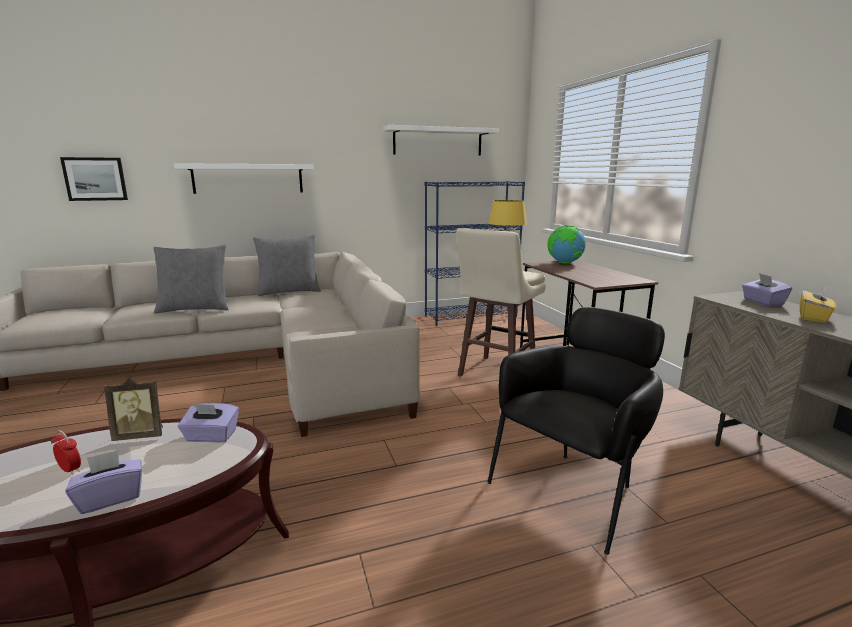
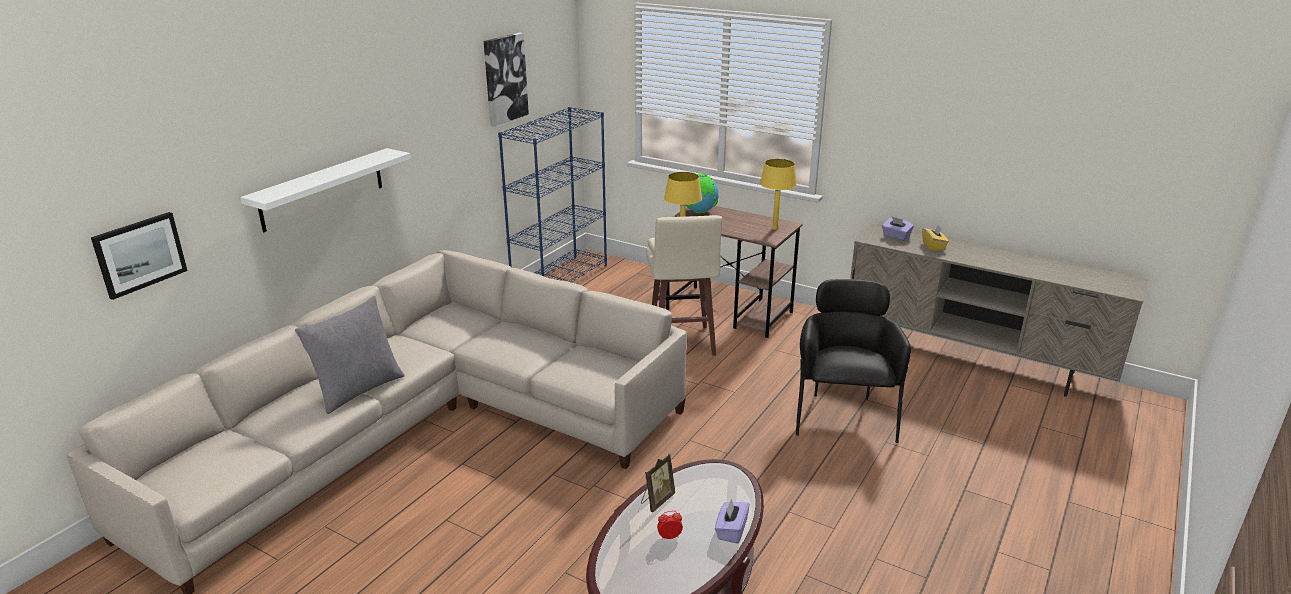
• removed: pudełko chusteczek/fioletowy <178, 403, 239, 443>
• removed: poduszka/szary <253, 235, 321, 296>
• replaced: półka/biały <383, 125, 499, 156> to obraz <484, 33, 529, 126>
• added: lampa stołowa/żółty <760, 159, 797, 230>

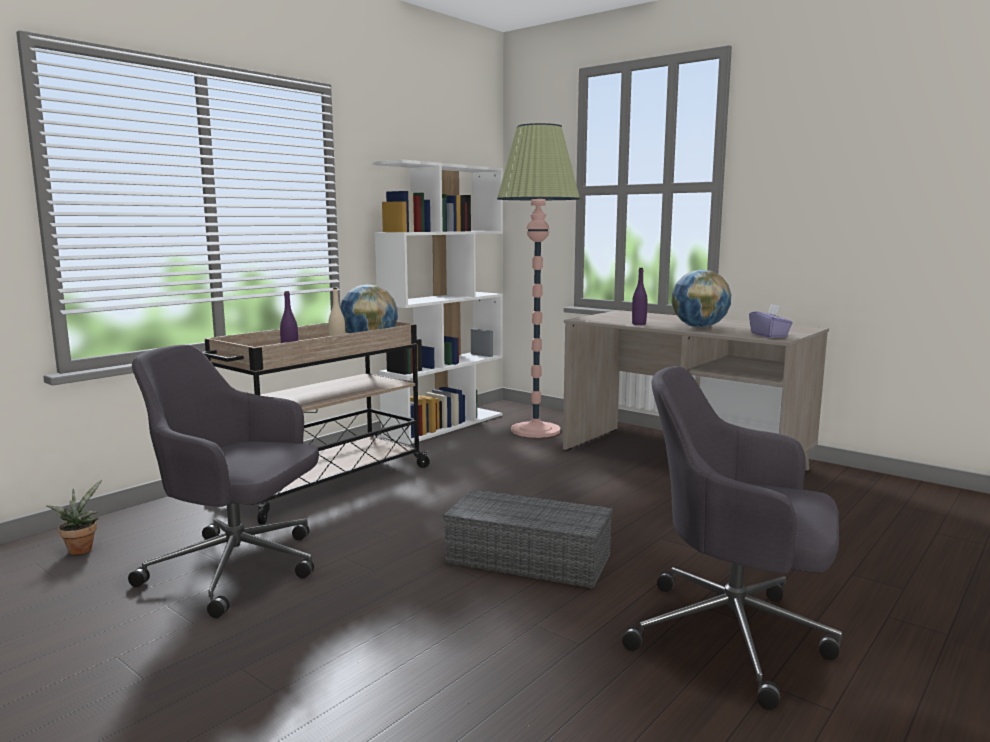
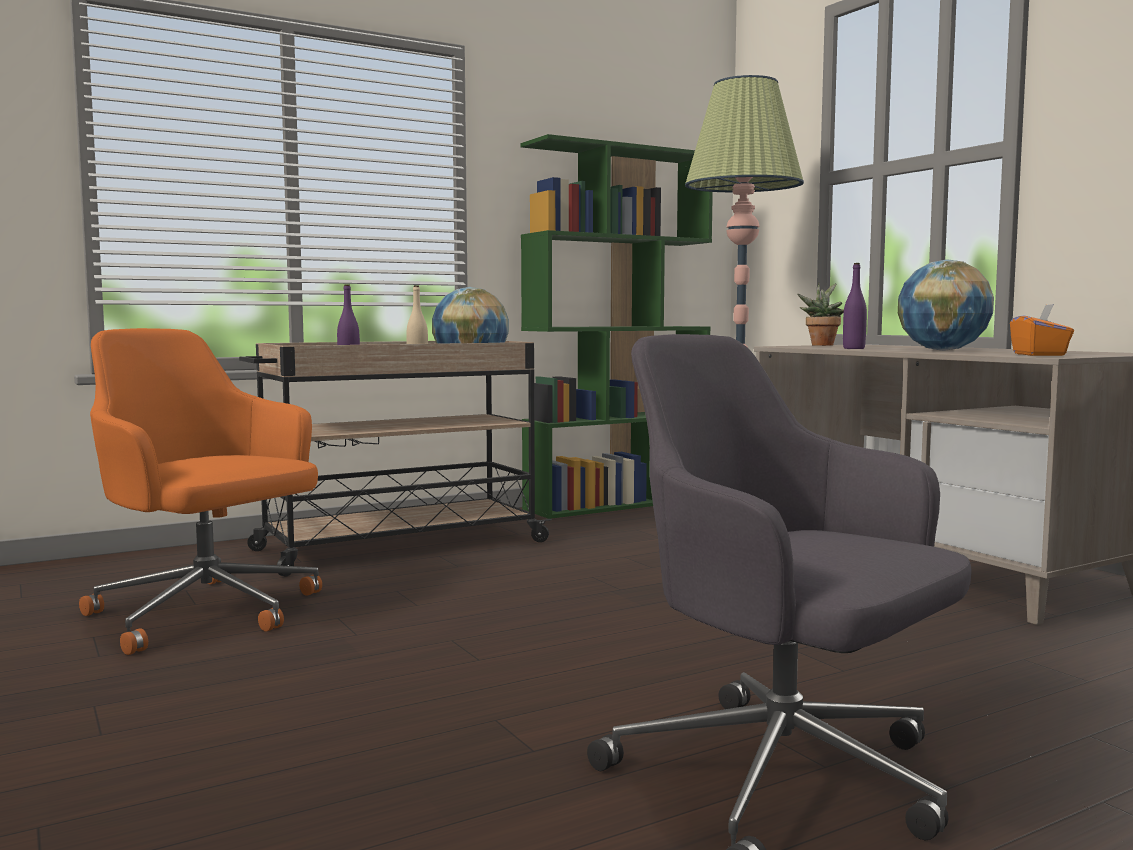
• moved: roślina doniczkowa <46, 480, 102, 555> to <797, 283, 844, 346>
• recoloured: krzesło biurowe/szary <128, 345, 319, 618> to krzesło biurowe/pomarańczowy <79, 328, 322, 655>
• recoloured: regał/biały <372, 160, 503, 445> to regał/zielony <520, 134, 713, 519>
• removed: pojemnik do przechowywania/szary <443, 489, 613, 589>
• recoloured: pudełko chusteczek/fioletowy <749, 304, 793, 338> to pudełko chusteczek/pomarańczowy <1010, 304, 1074, 356>

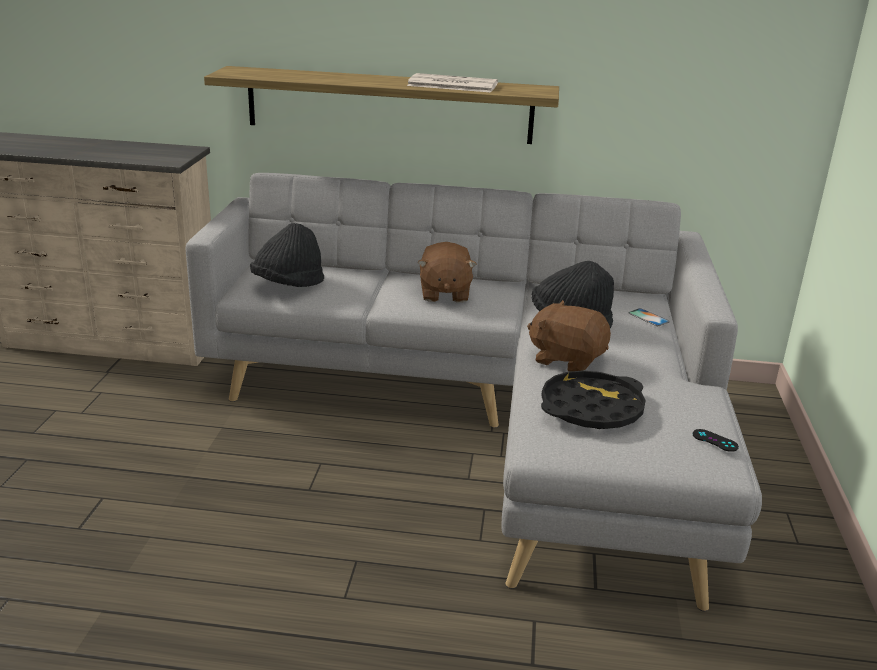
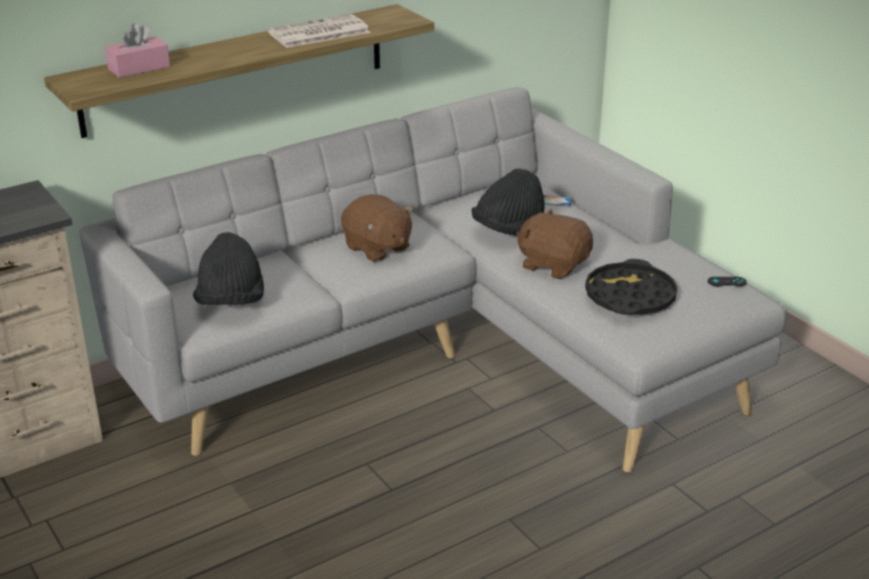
• turned: pluszak/brązowy <527, 300, 611, 372> = <517, 209, 593, 279> 45 degrees clockwise
• added: pudełko chusteczek/różowy <105, 23, 170, 78>

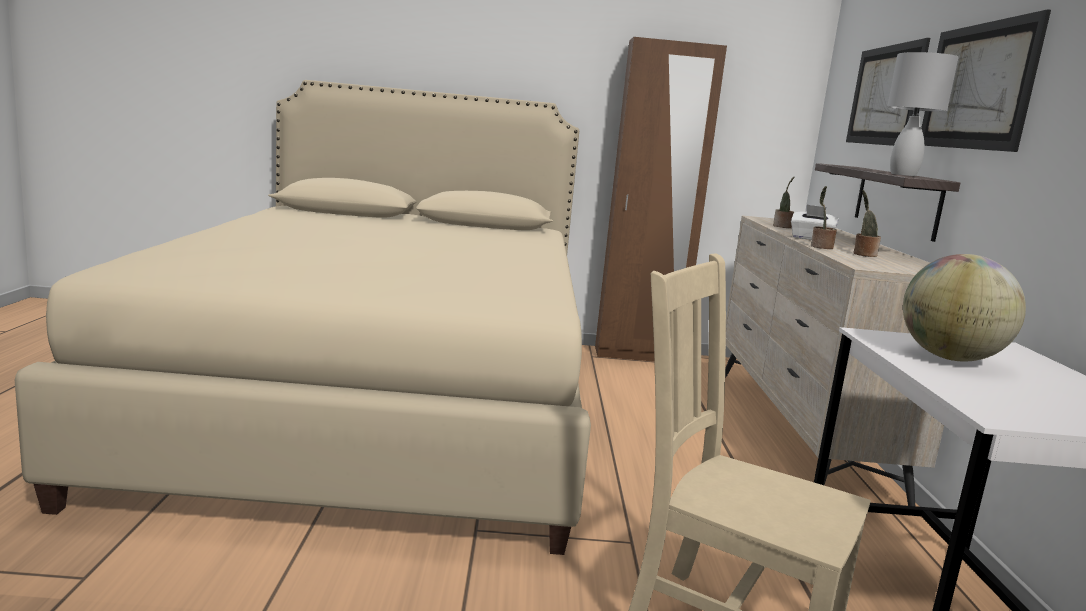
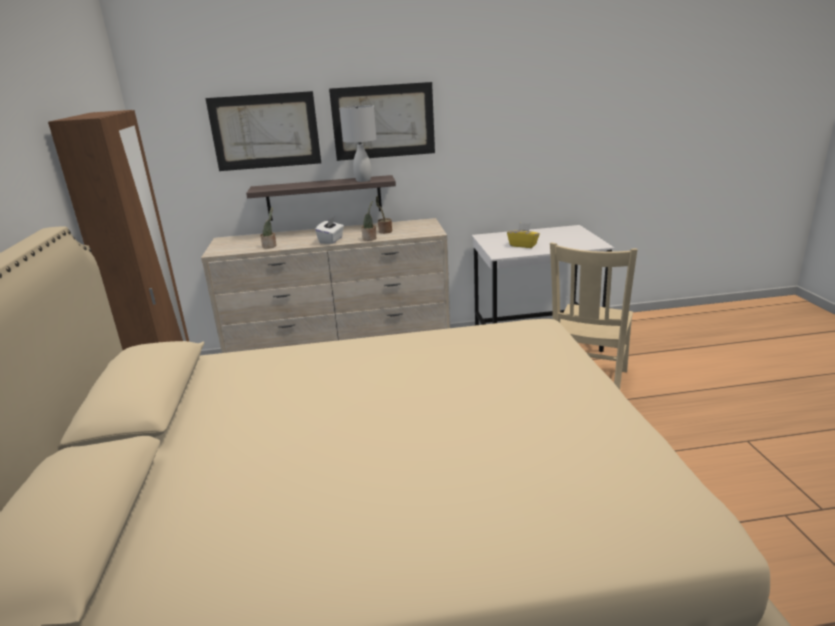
• replaced: globus <903, 254, 1026, 362> to pudełko chusteczek/żółty <507, 223, 540, 248>

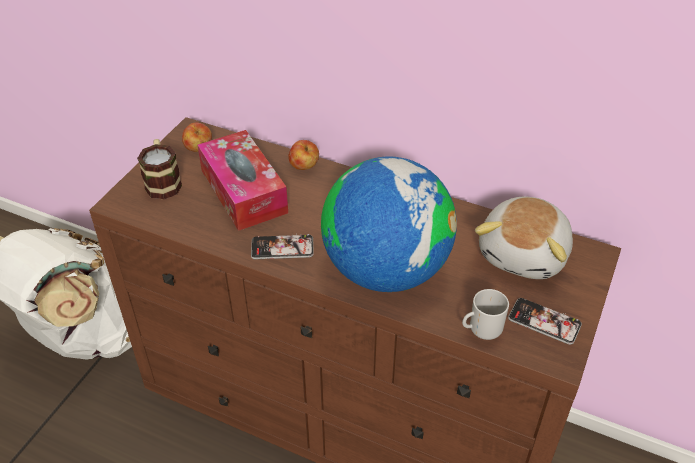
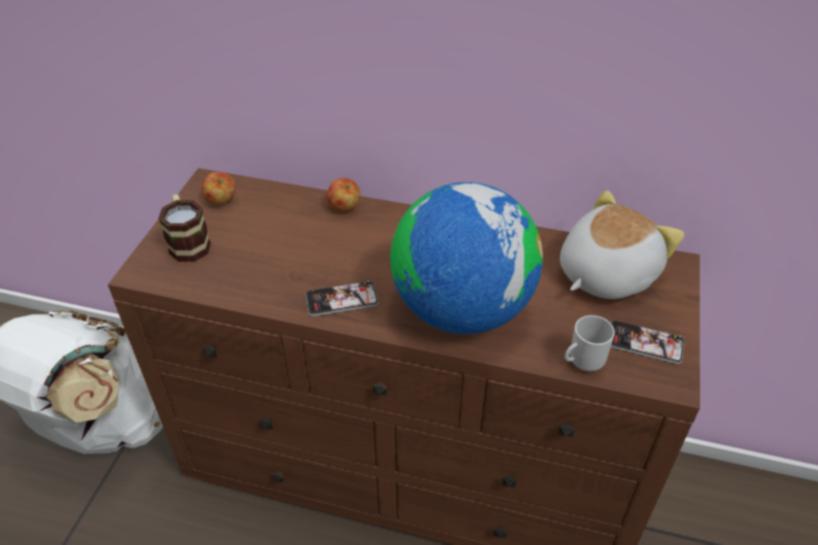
• removed: pudełko chusteczek <197, 130, 288, 231>
• turned: pluszak <475, 197, 573, 279> = <560, 190, 684, 299> 150 degrees counterclockwise

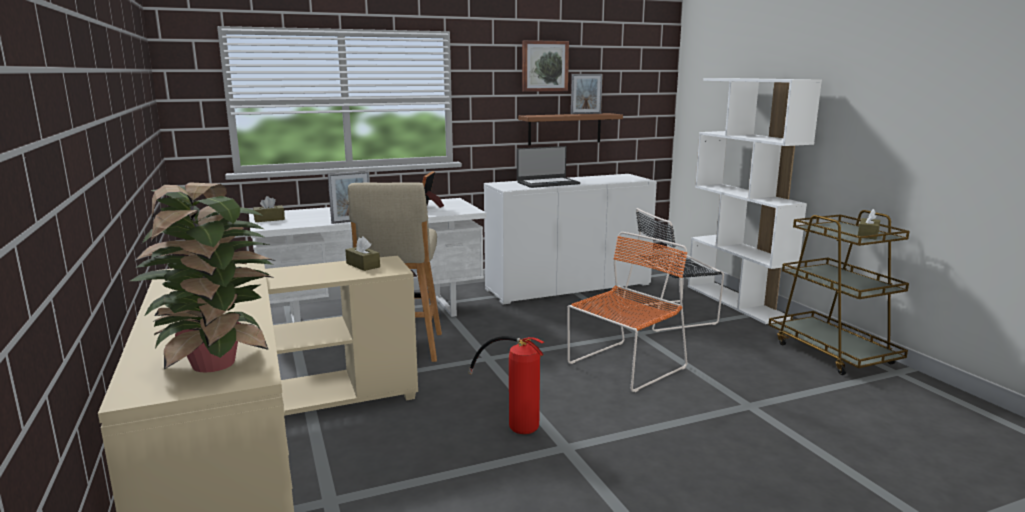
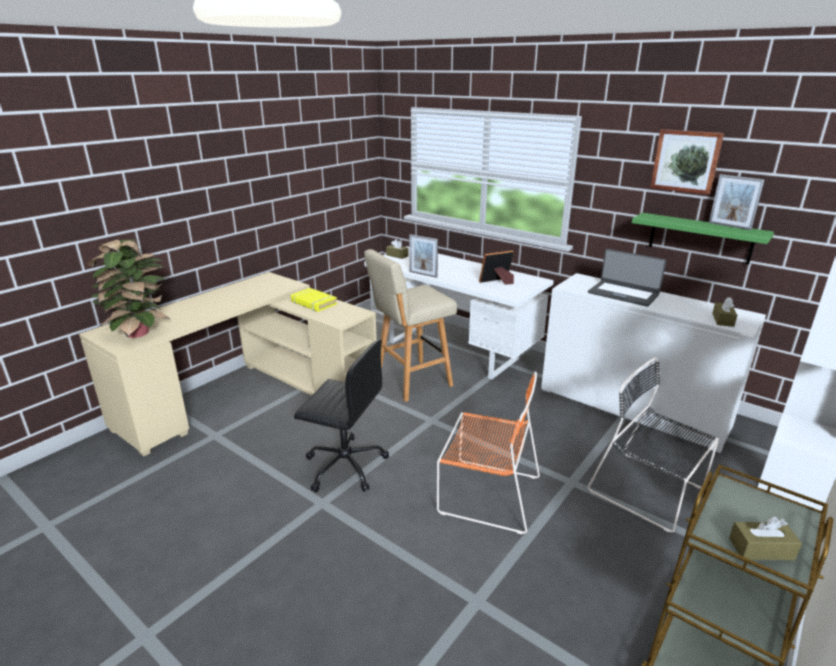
• moved: pudełko chusteczek/brązowy <345, 236, 380, 271> to <712, 297, 737, 327>
• replaced: gaśnica <468, 336, 544, 434> to krzesło biurowe/czarny <294, 340, 389, 492>
• recoloured: półka/brązowy <518, 113, 623, 145> to półka/zielony <632, 213, 774, 265>
• added: książka/żółty <291, 288, 337, 312>

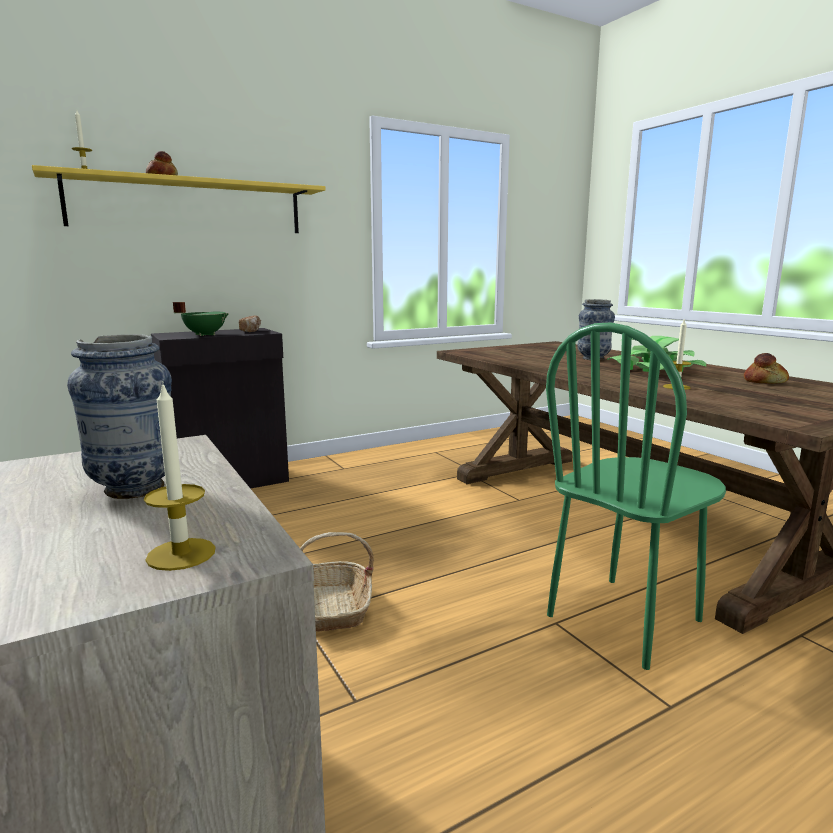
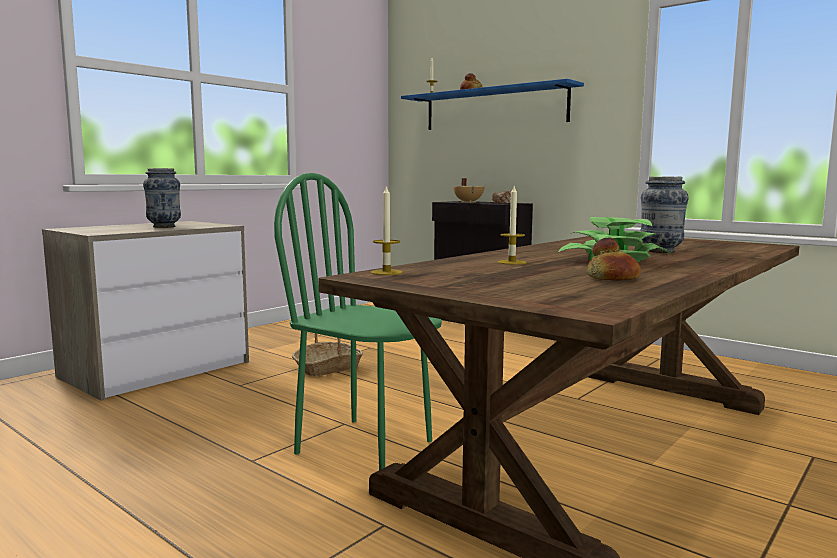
• recoloured: półka/żółty <32, 165, 326, 233> to półka/niebieski <401, 79, 584, 130>
• moved: świeca <144, 381, 215, 571> to <370, 185, 403, 275>
• recoloured: garnek/zielony <173, 302, 229, 336> to garnek/beżowy <453, 178, 485, 203>

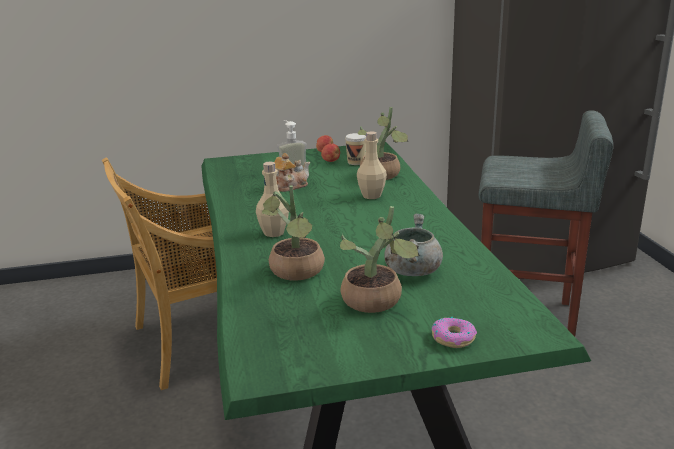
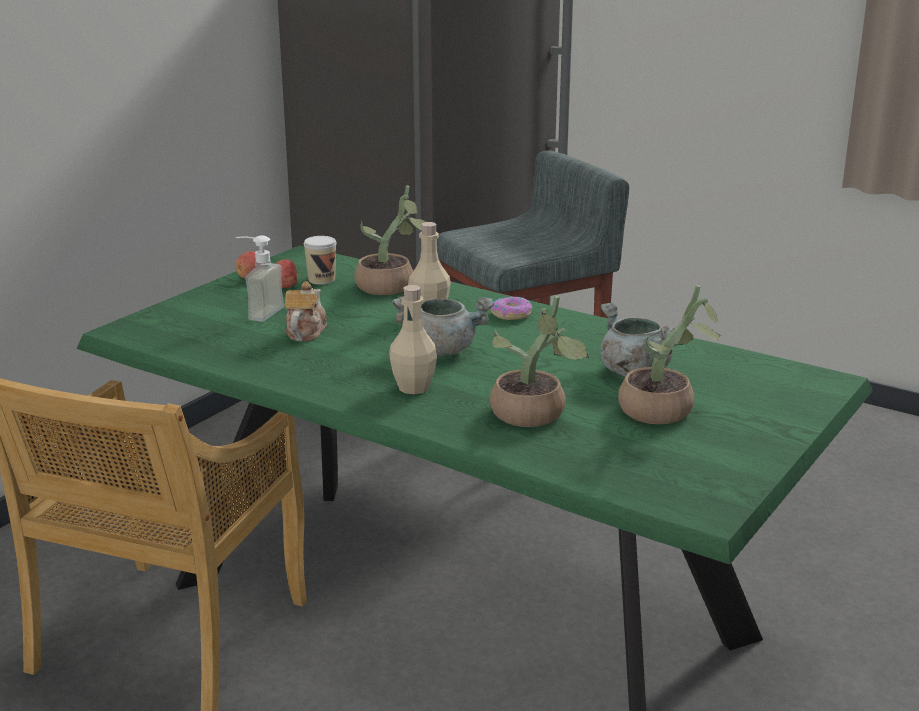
• moved: donut <432, 317, 477, 348> to <491, 297, 532, 320>
• added: garnek/szary <392, 297, 494, 356>

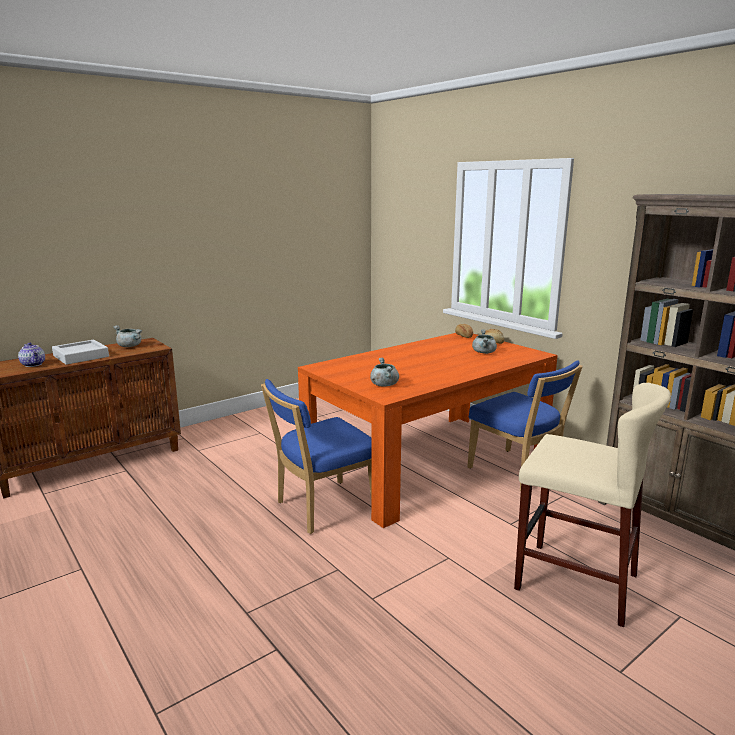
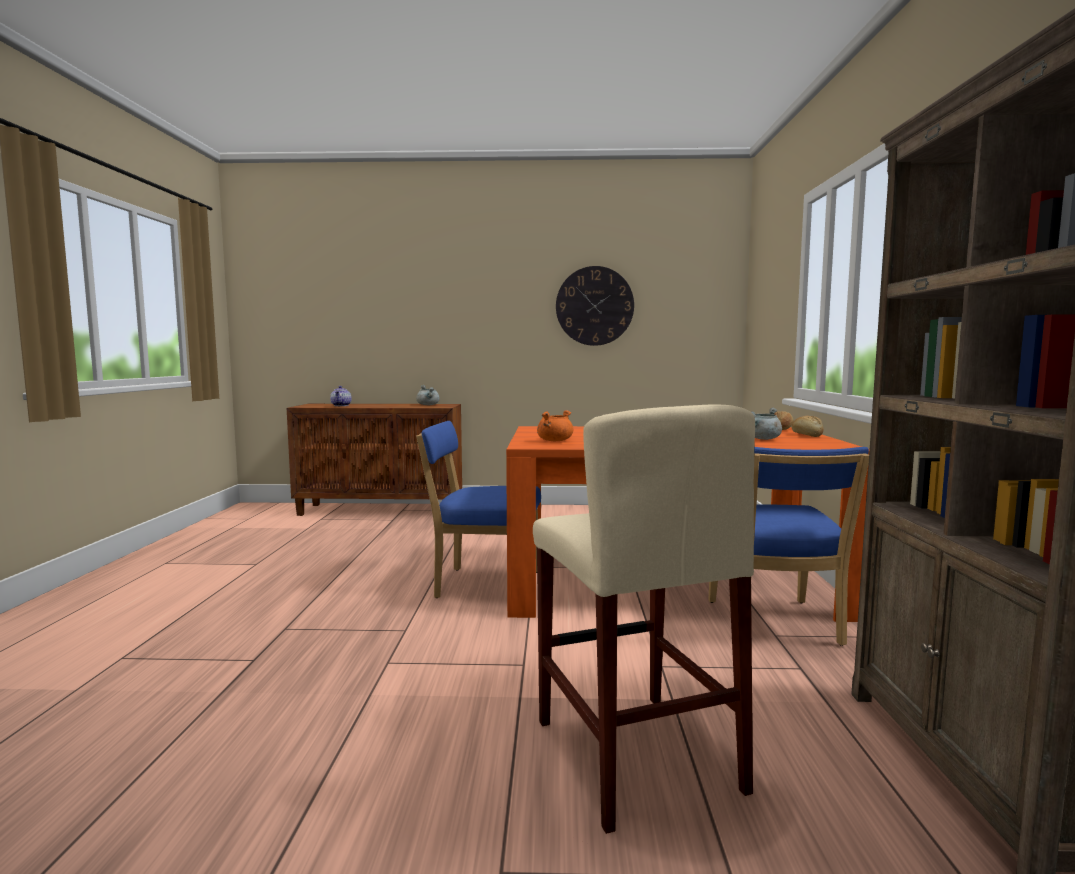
• removed: taca/szary <52, 340, 109, 365>
• recoloured: garnek/szary <370, 358, 399, 387> to garnek/pomarańczowy <537, 410, 573, 441>
• added: zegar ścienny <556, 266, 634, 346>

